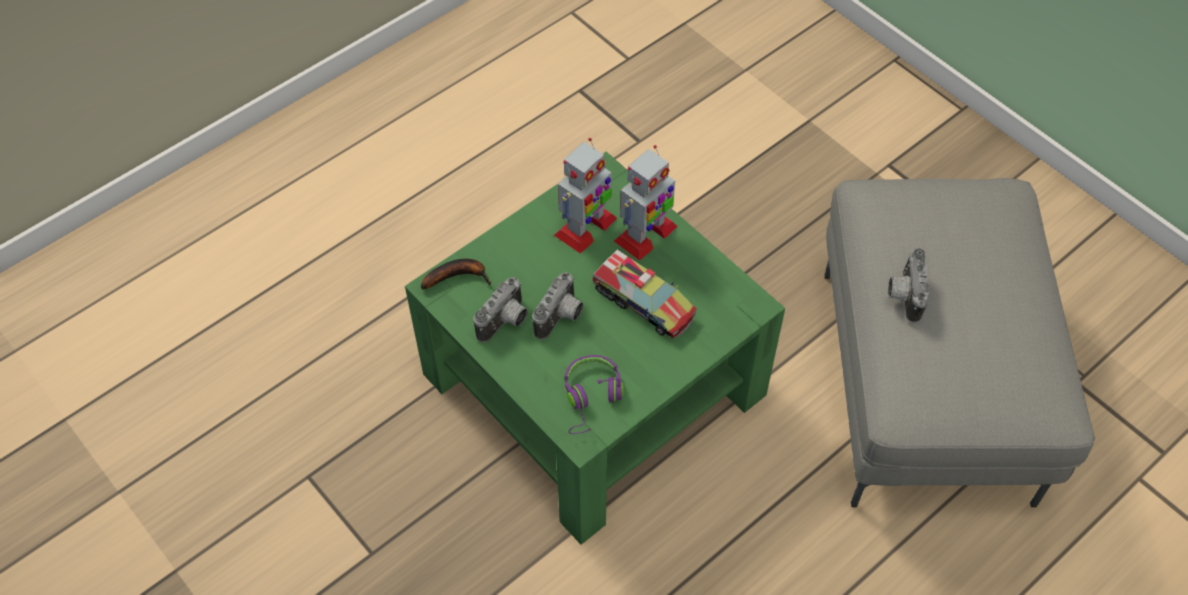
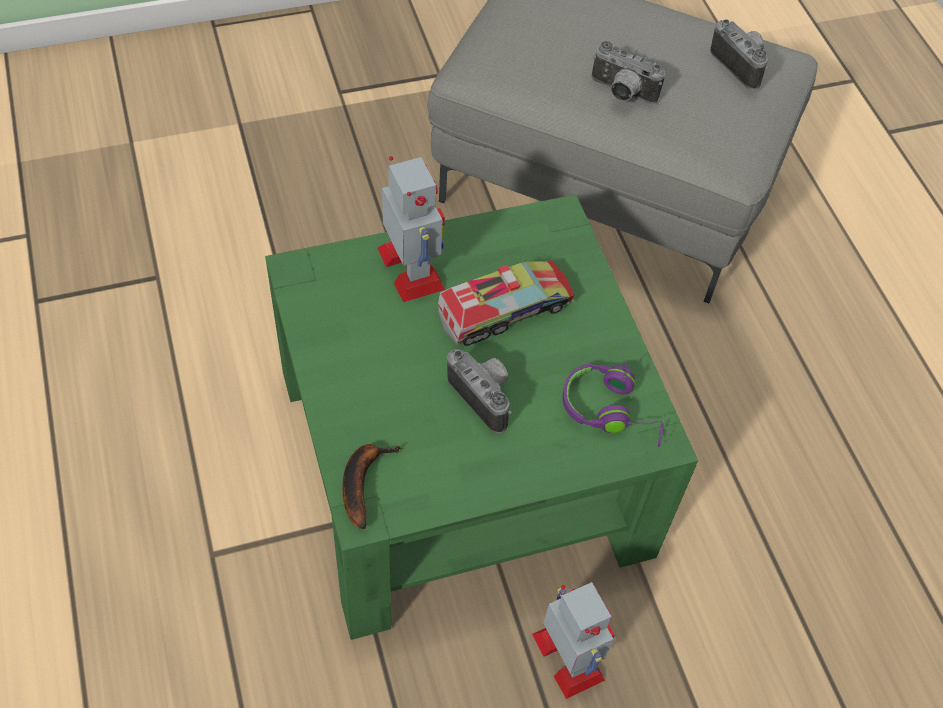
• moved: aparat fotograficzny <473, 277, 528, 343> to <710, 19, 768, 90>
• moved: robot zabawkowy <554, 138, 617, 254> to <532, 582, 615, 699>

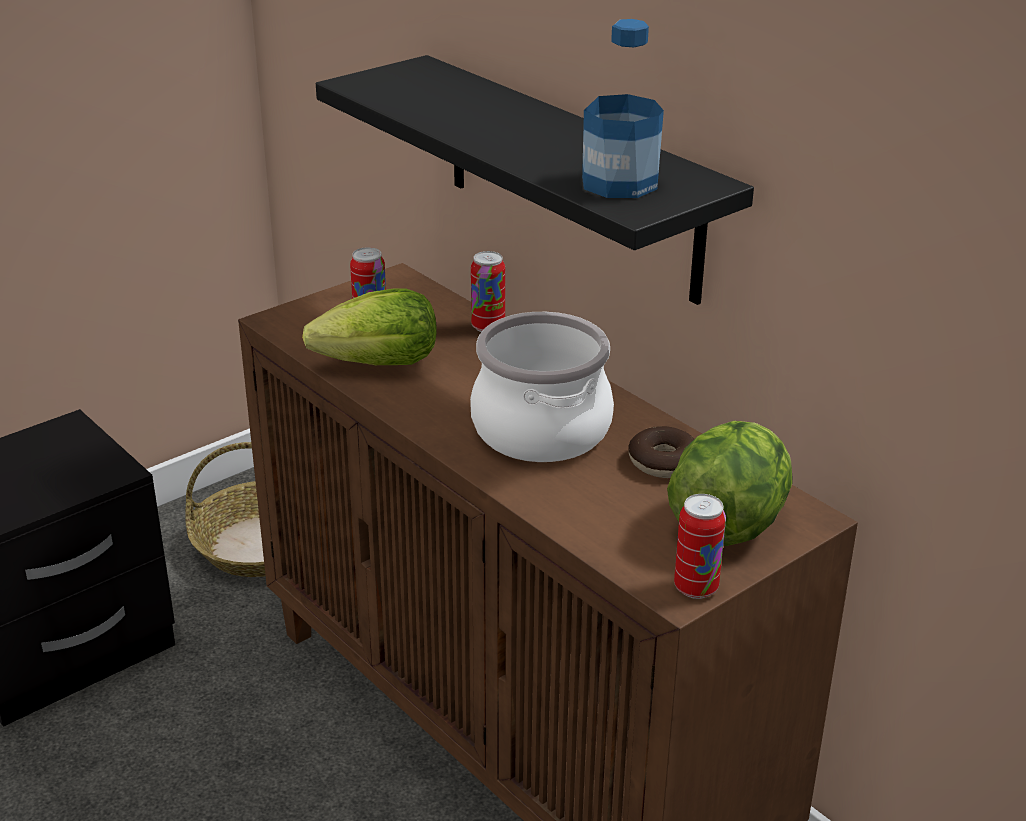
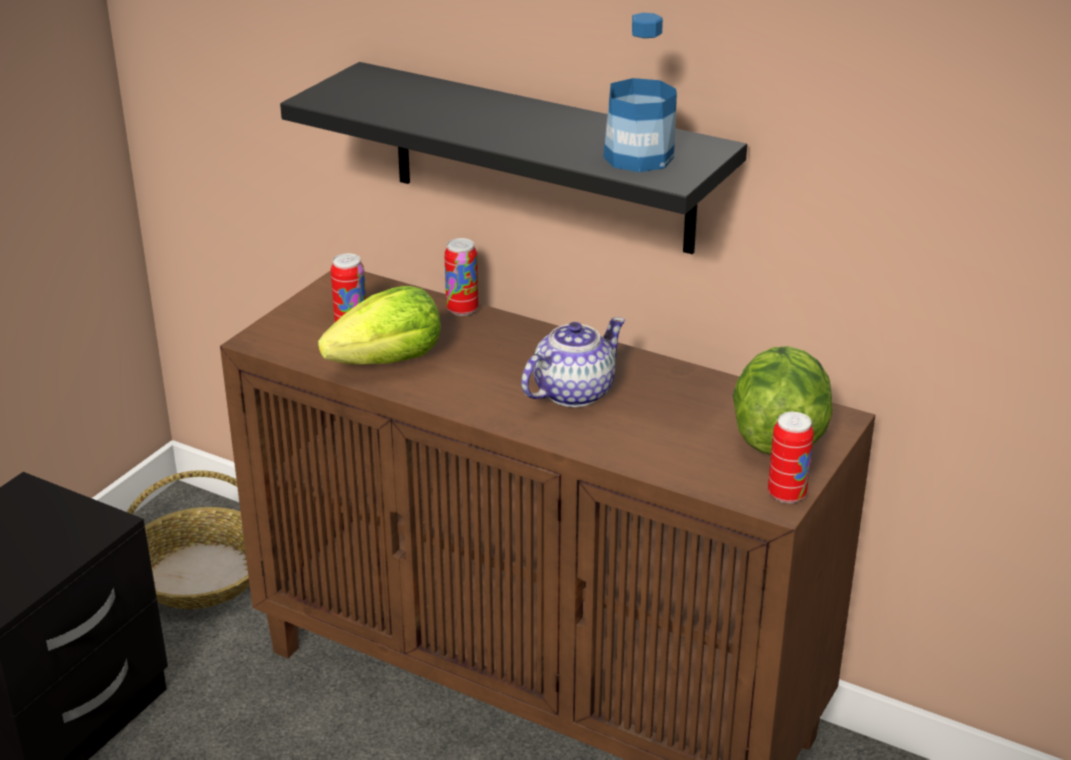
• replaced: garnek <470, 312, 614, 462> to imbryk <521, 317, 625, 407>
• removed: donut <628, 426, 694, 478>

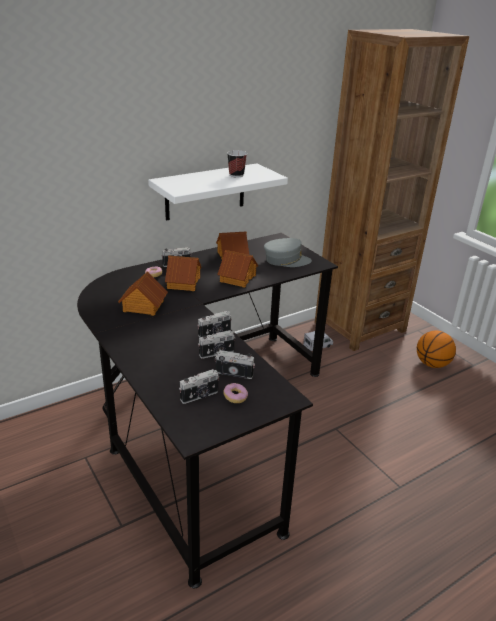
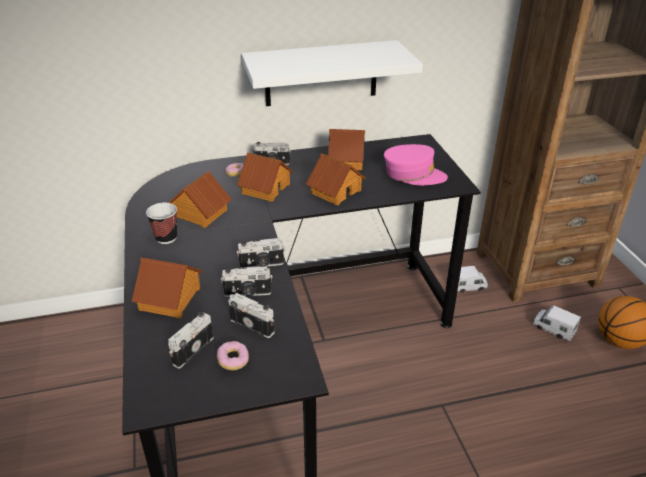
• turned: aparat fotograficzny <179, 369, 219, 404> = <168, 312, 214, 369> 135 degrees clockwise
• moved: filiżanka <227, 150, 247, 178> to <146, 203, 177, 244>
• recoloured: czapka z daszkiem/szary <264, 238, 312, 267> to czapka z daszkiem/różowy <384, 144, 448, 185>
• added: domek <132, 257, 203, 318>
• added: ciężarówka zabawkowa <532, 305, 581, 342>

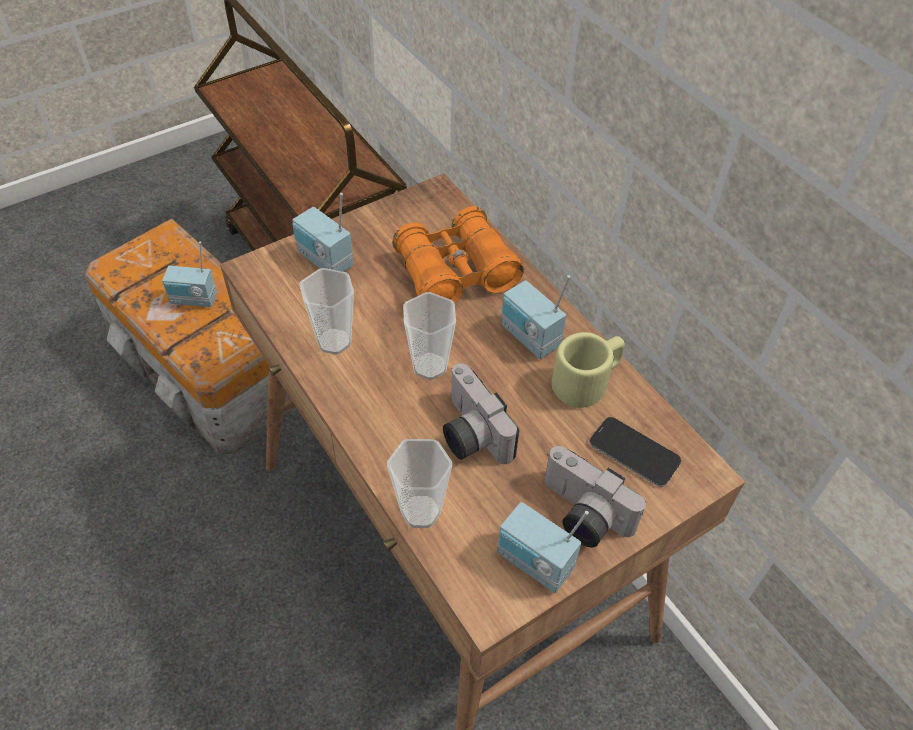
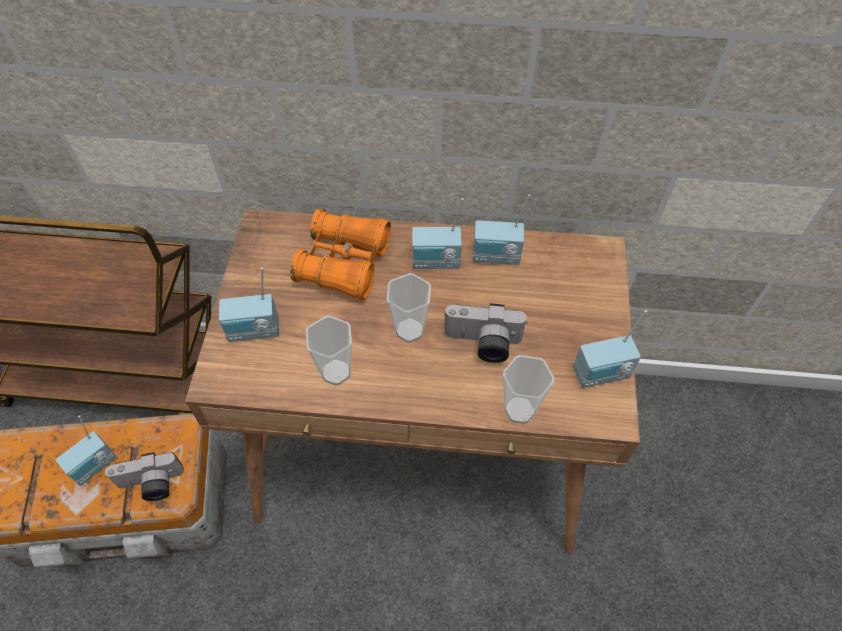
• moved: aparat fotograficzny <545, 446, 646, 548> to <105, 452, 184, 501>
• replaced: kubek/beżowy <551, 332, 625, 408> to radio <473, 194, 531, 265>
• removed: telefon <589, 417, 681, 487>

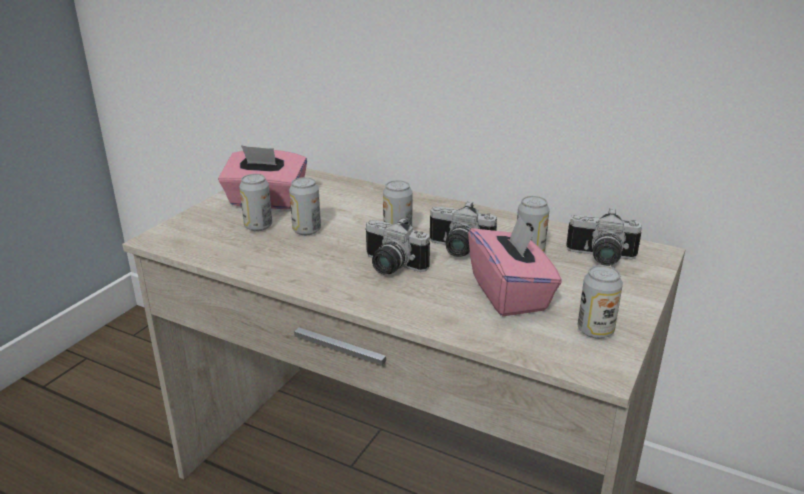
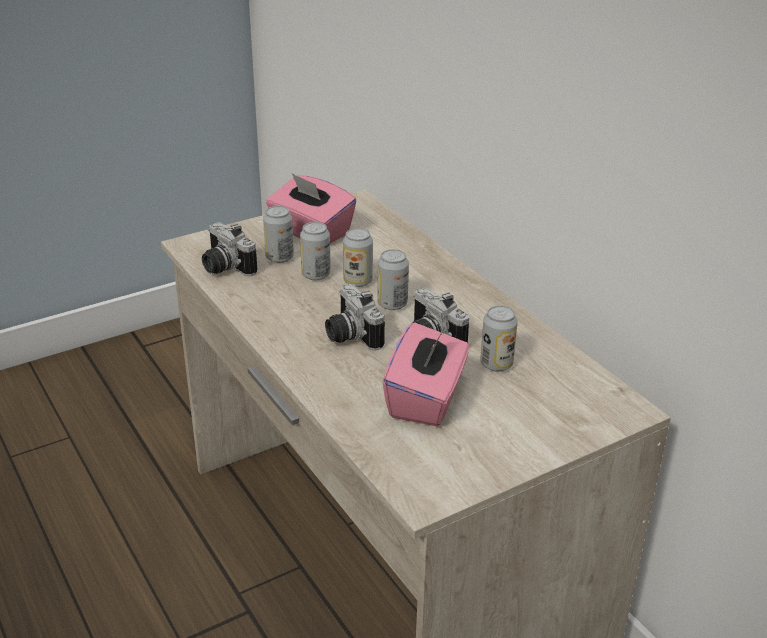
• moved: aparat fotograficzny <566, 208, 642, 266> to <202, 222, 257, 276>
• moved: puszka <578, 265, 623, 339> to <343, 228, 373, 287>

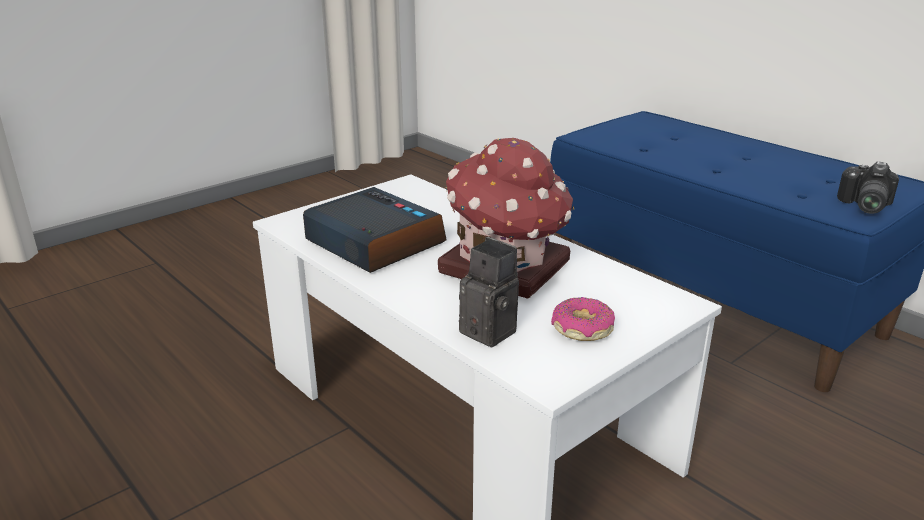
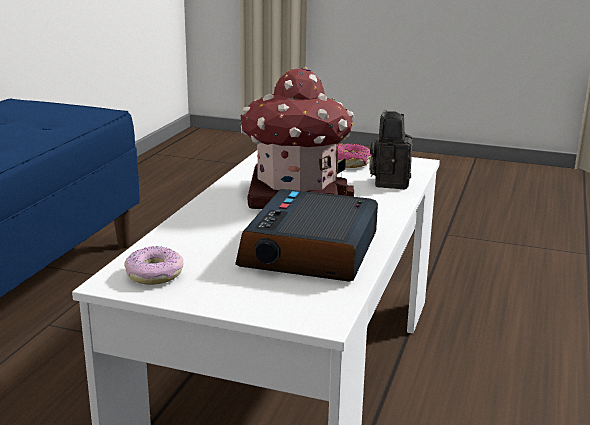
• removed: aparat fotograficzny <837, 162, 899, 214>
• added: donut <124, 246, 183, 285>

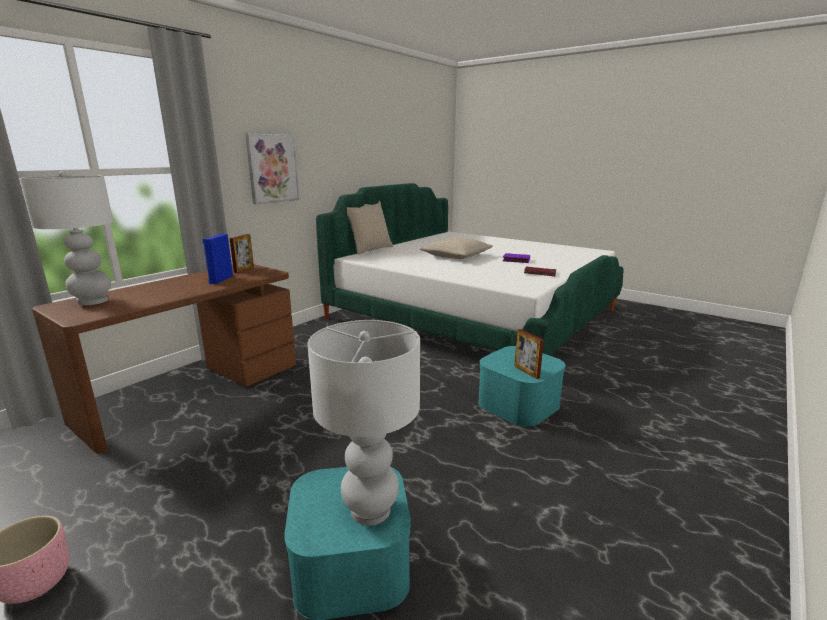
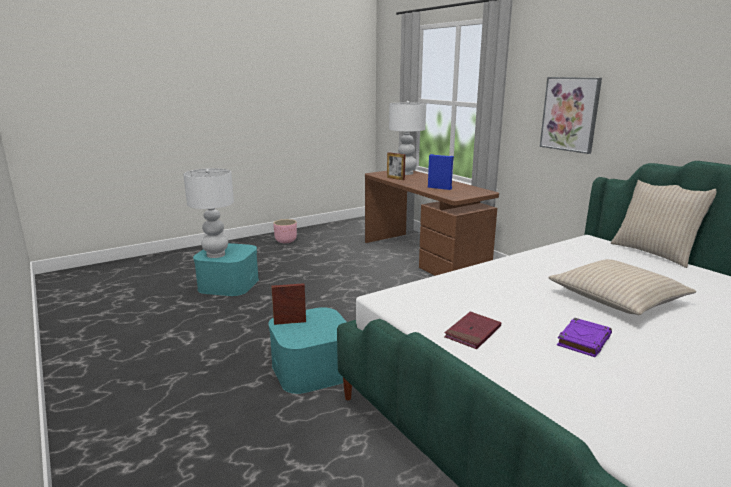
• moved: ramka na zdjęcie <229, 234, 254, 273> to <387, 152, 405, 180>

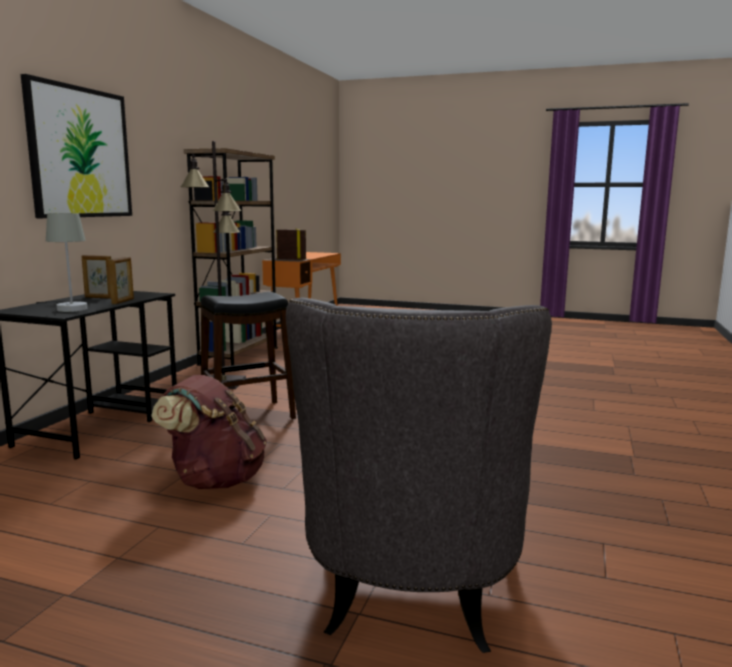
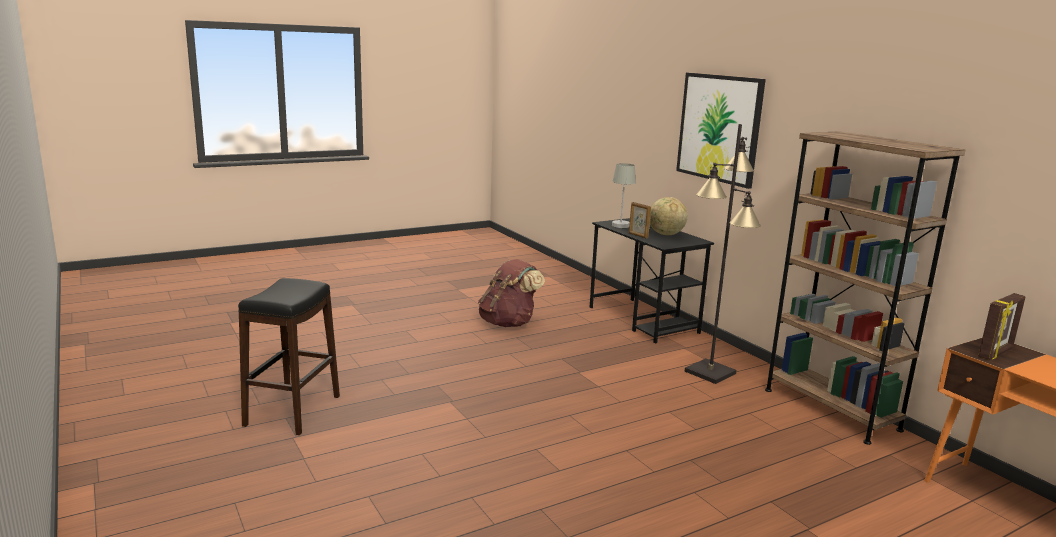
• replaced: ramka na zdjęcie <82, 255, 111, 299> to globus <650, 197, 688, 235>
• moved: stołek/czarny <201, 292, 296, 419> to <238, 278, 340, 435>
• removed: fotel/szary <286, 298, 552, 653>

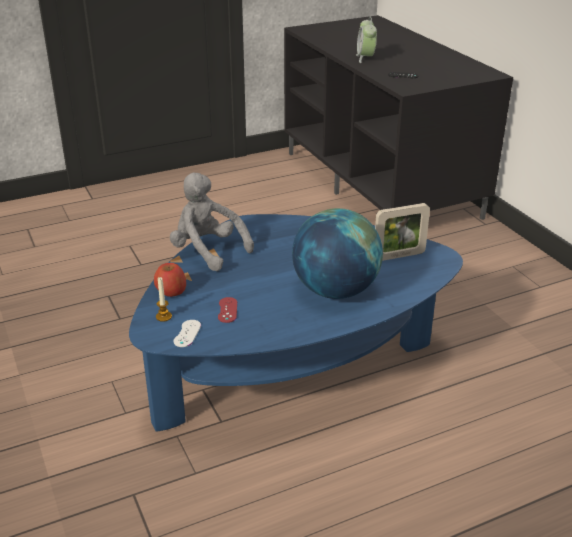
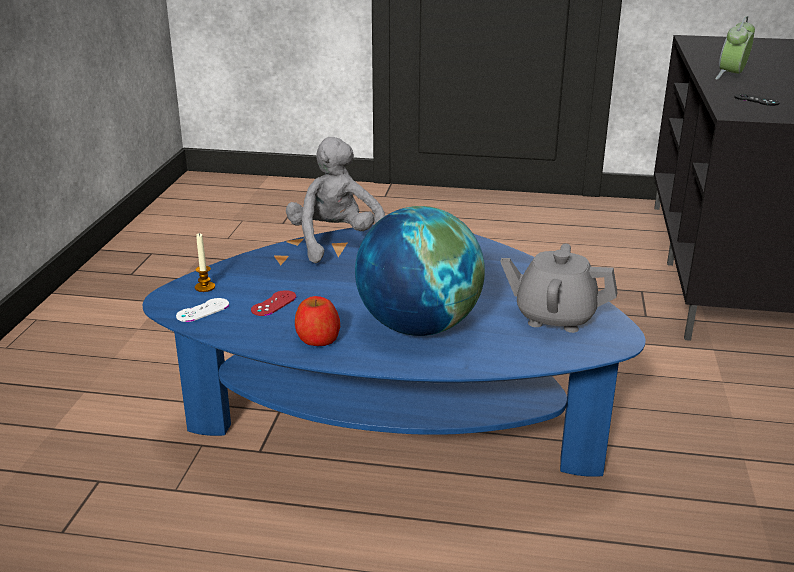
• moved: jabłko <154, 263, 186, 297> to <295, 296, 340, 346>
• replaced: ramka na zdjęcie <375, 203, 430, 261> to imbryk/szary <500, 244, 618, 333>

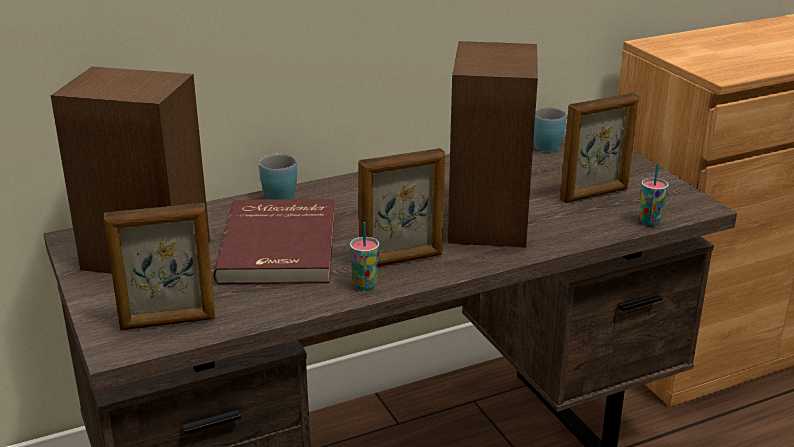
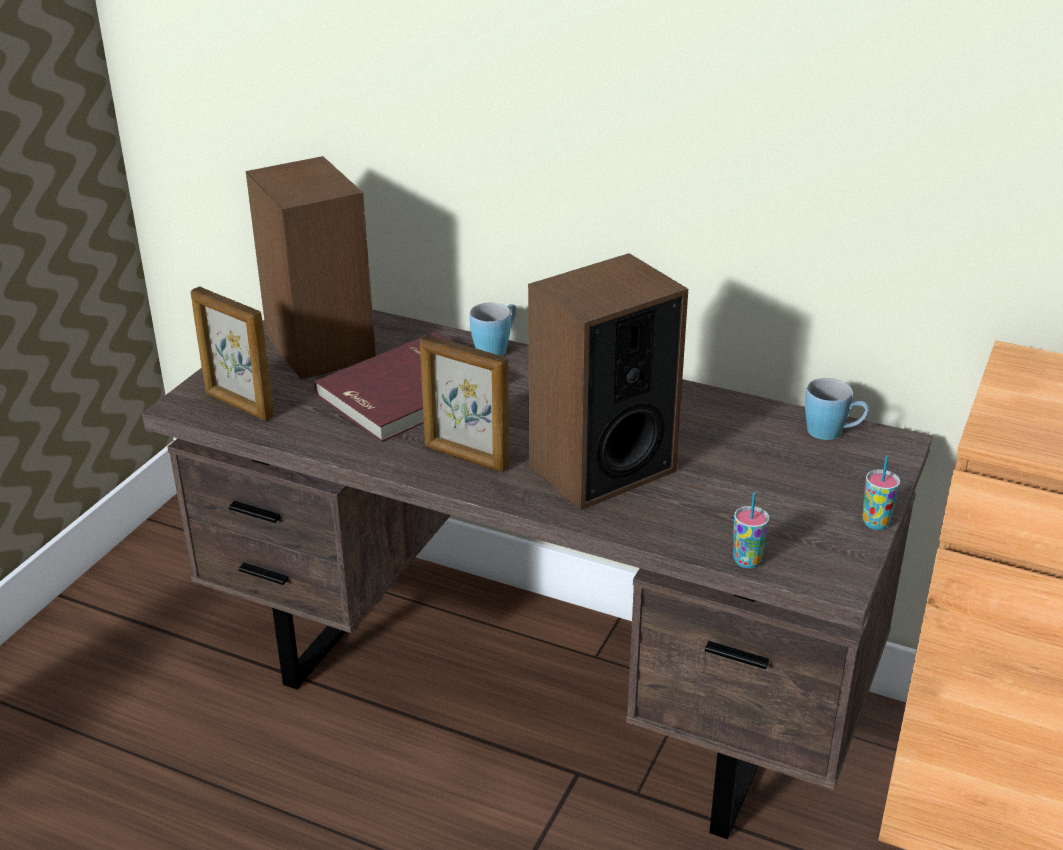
• moved: filiżanka <350, 222, 379, 290> to <862, 456, 900, 530>
• removed: ramka na zdjęcie <560, 93, 639, 203>

